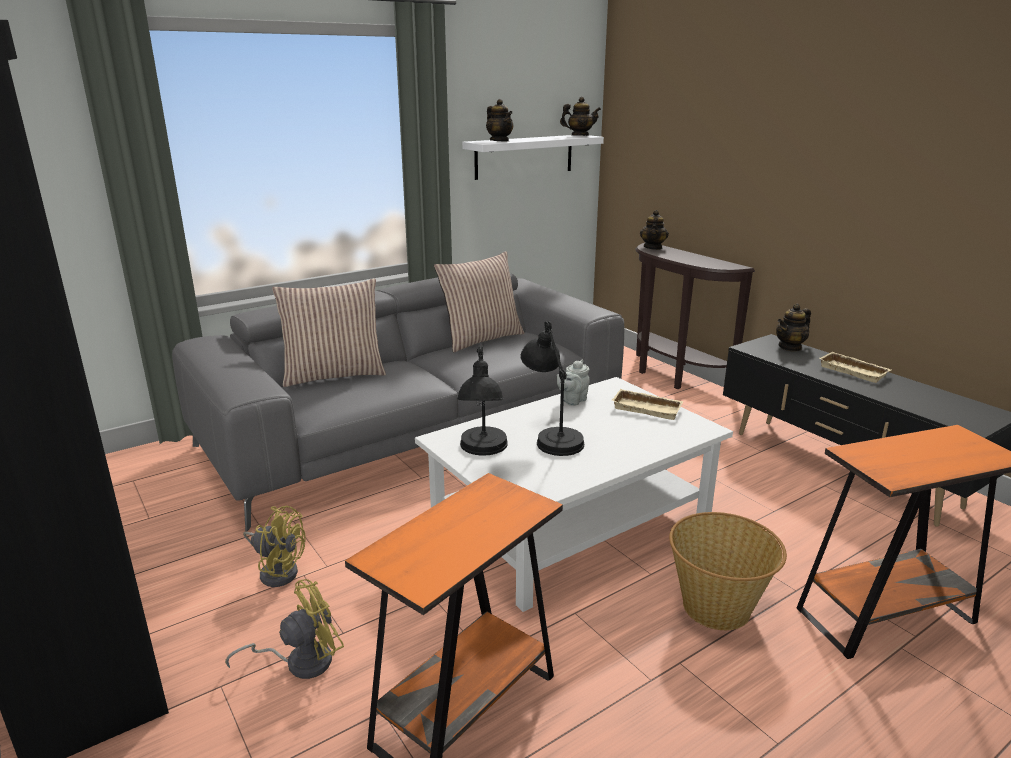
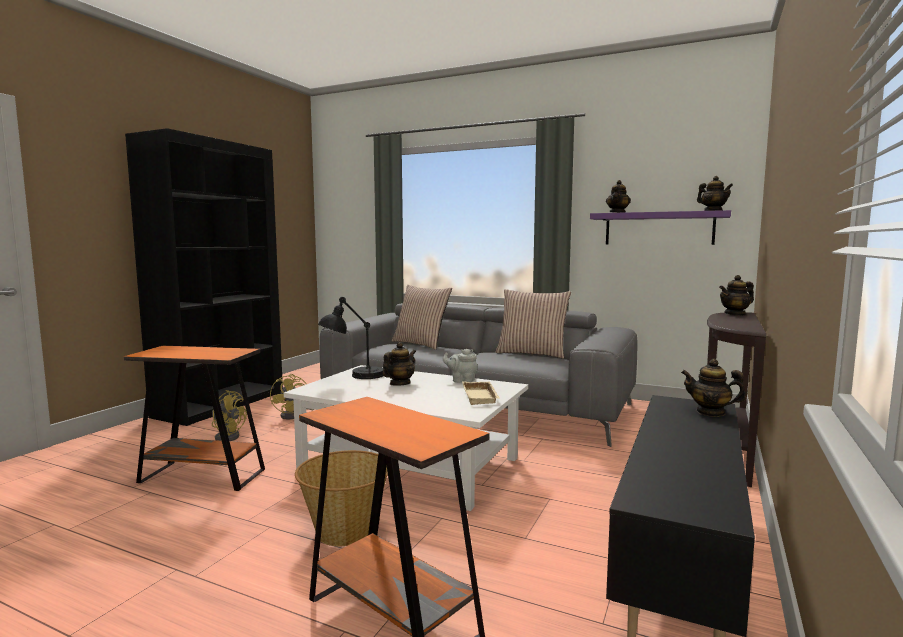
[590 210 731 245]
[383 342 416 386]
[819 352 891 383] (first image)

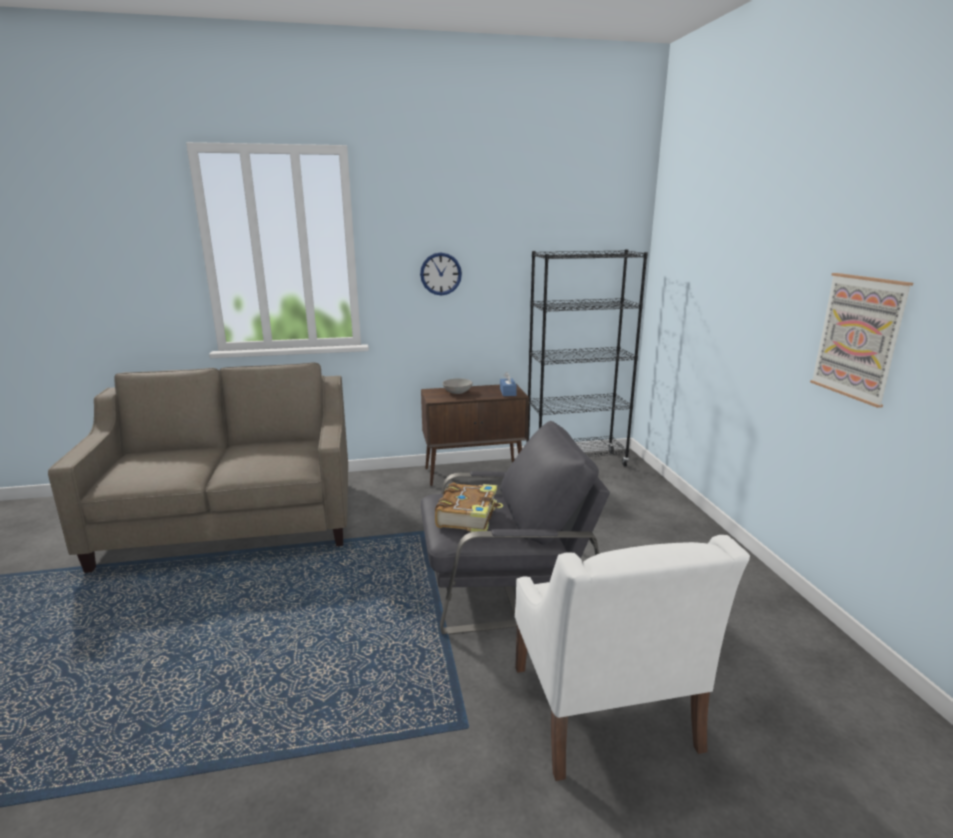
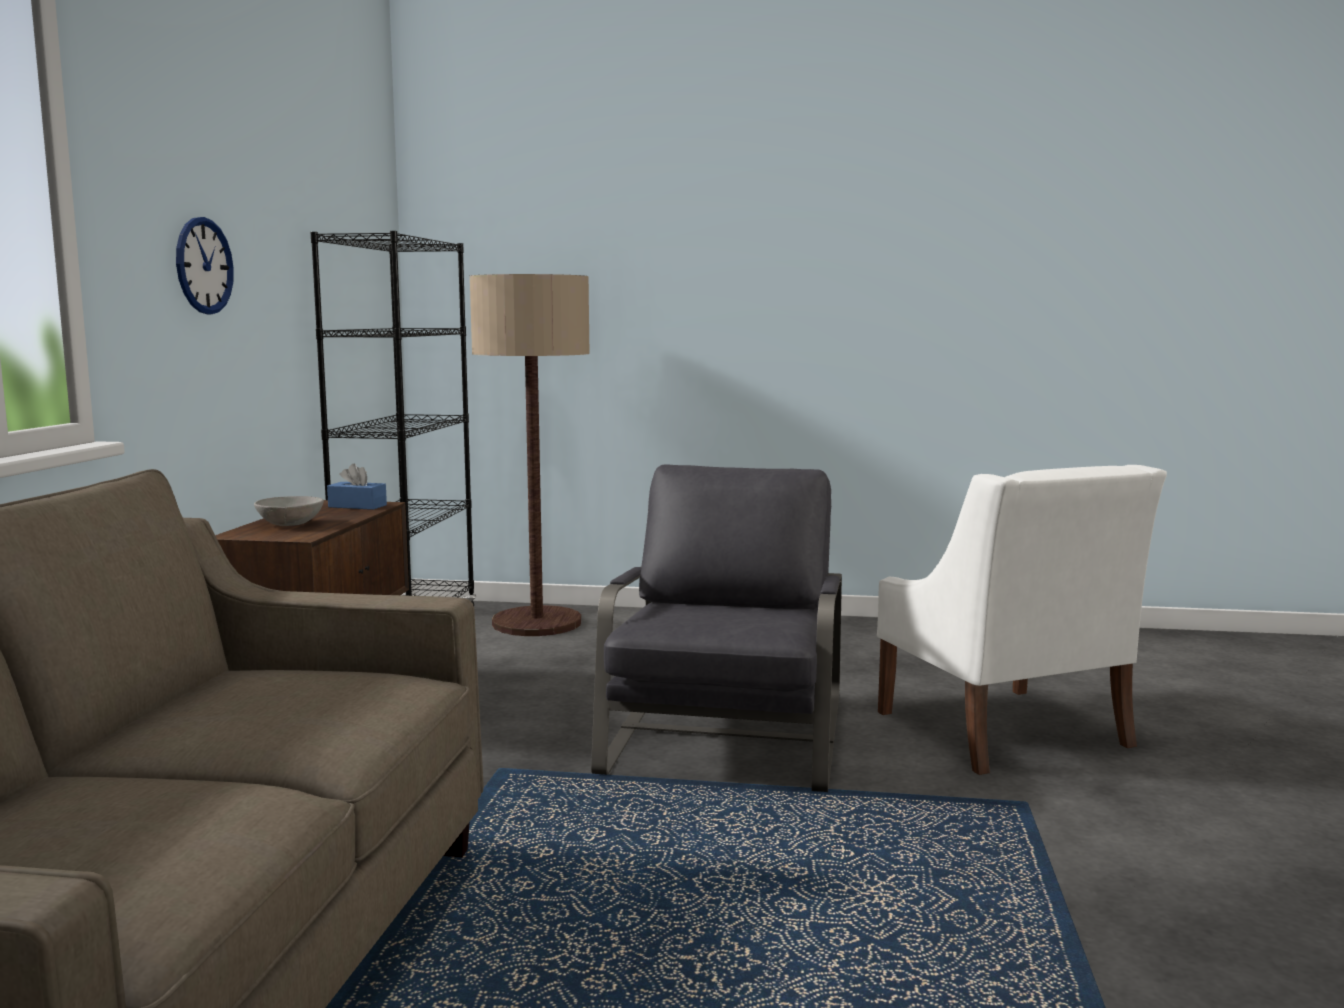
[435 482 503 532] (first image)
[877 465 1167 775]
[810 273 913 408] (first image)
[470 274 590 636]

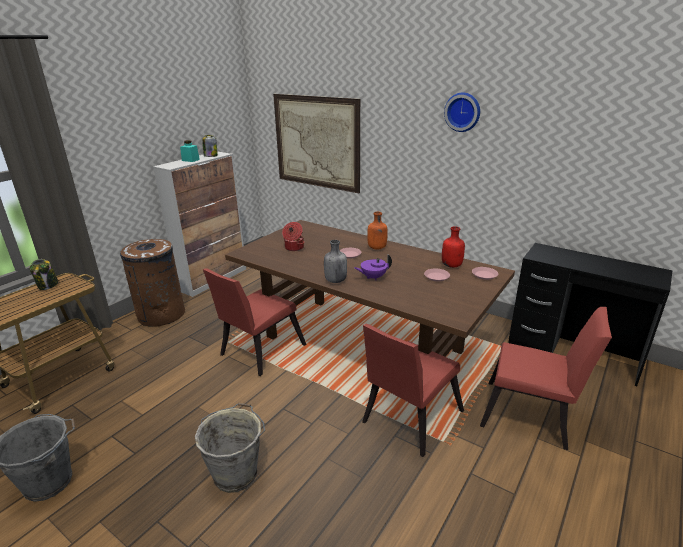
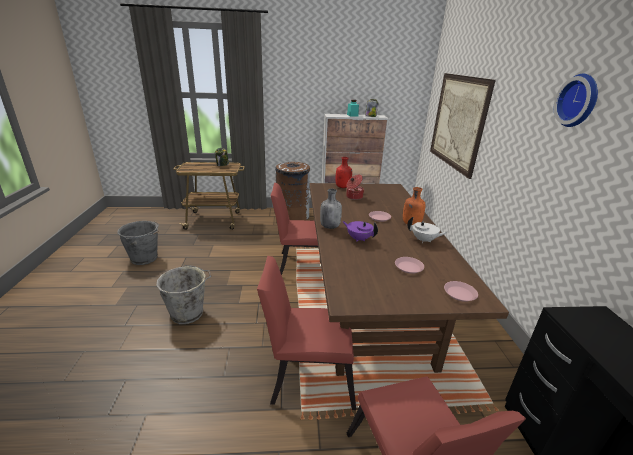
[336 157 352 188]
[407 217 448 244]

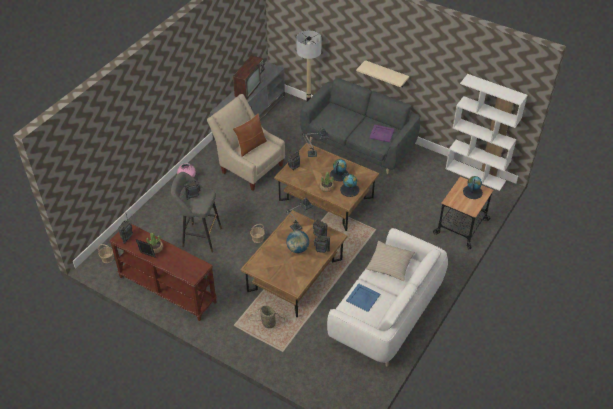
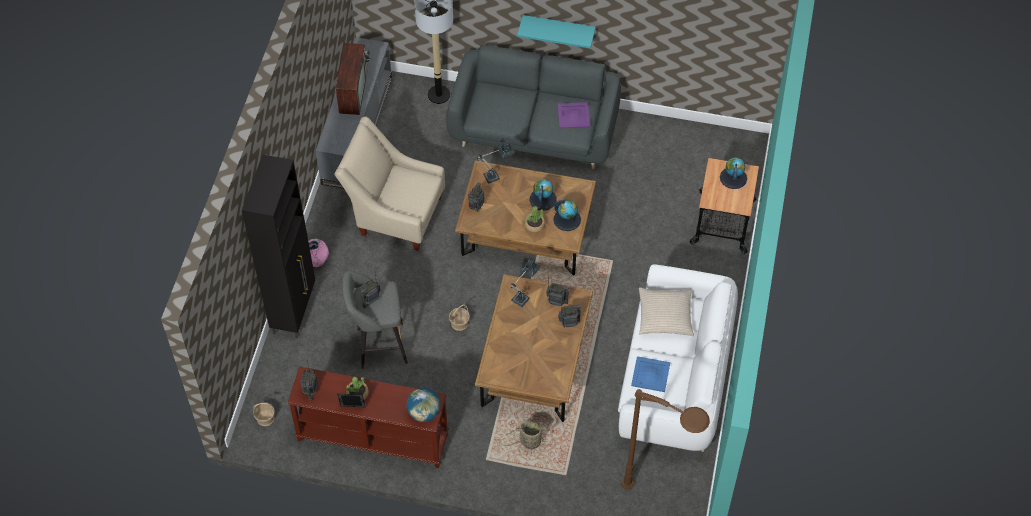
[233 113 267 157] (first image)
[407 388 440 422]
[517 15 596 49]
[446 74 528 191] (first image)
[242 155 315 339]
[621 389 710 489]

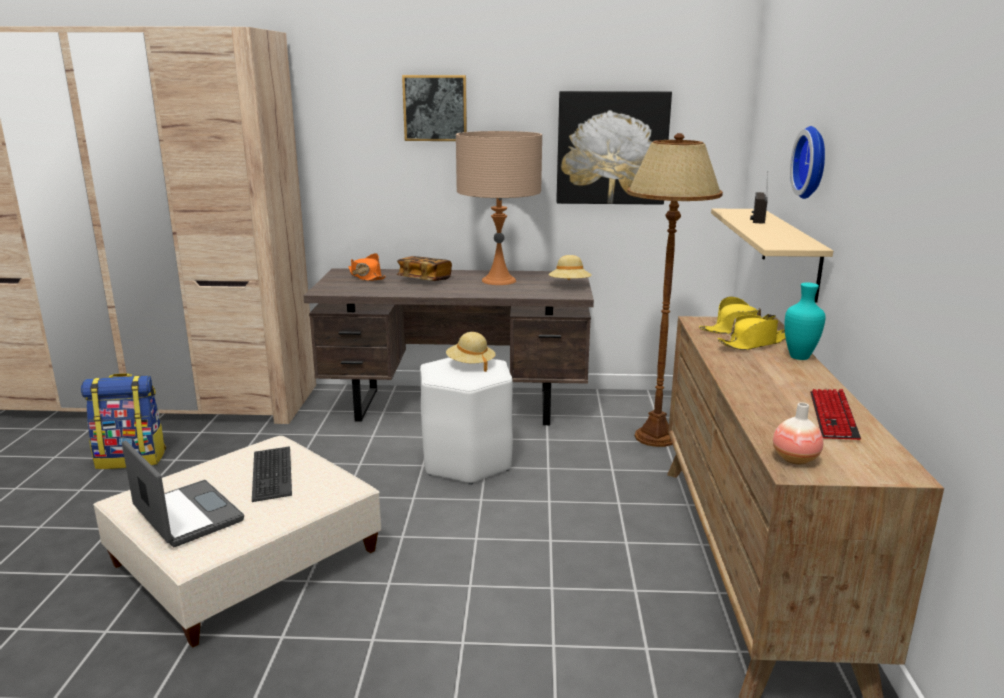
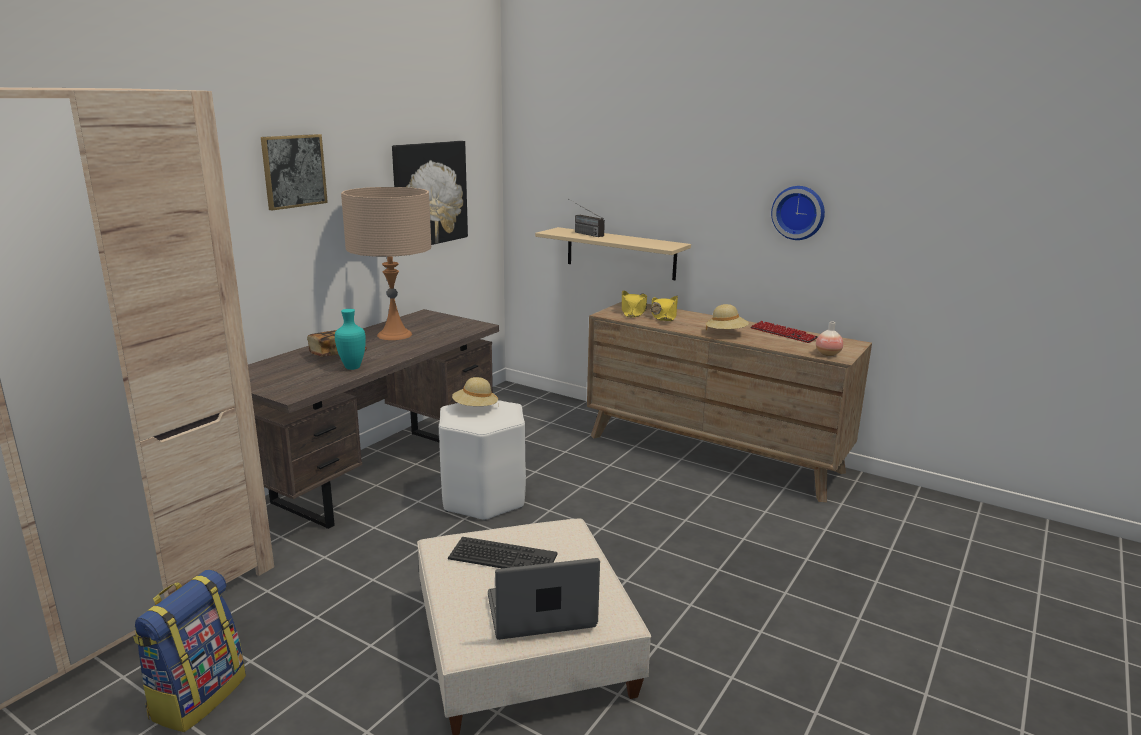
[348 253 386 281] (first image)
[706 304 749 330]
[627 133 723 447] (first image)
[335 309 366 370]
[771 186 825 240]

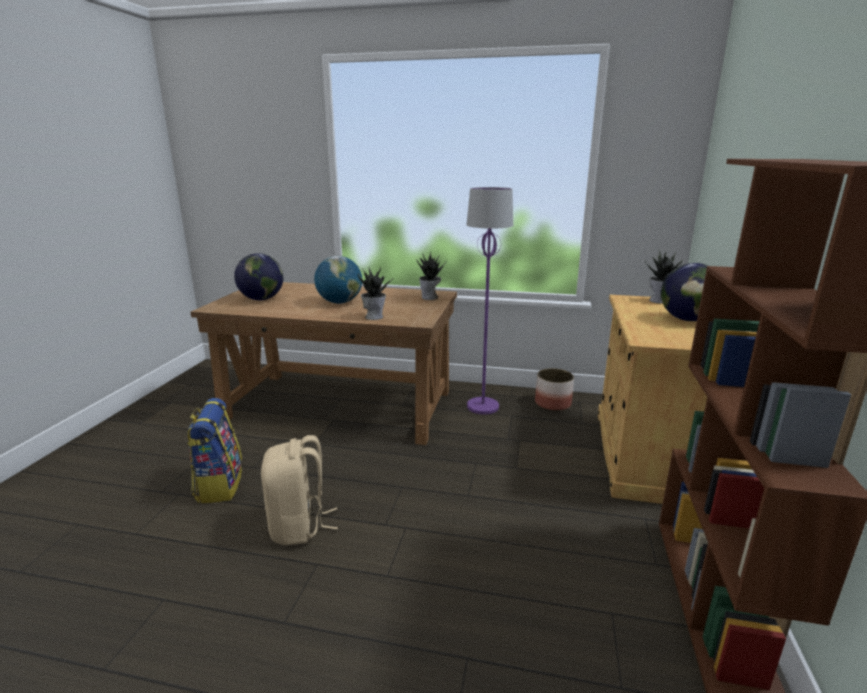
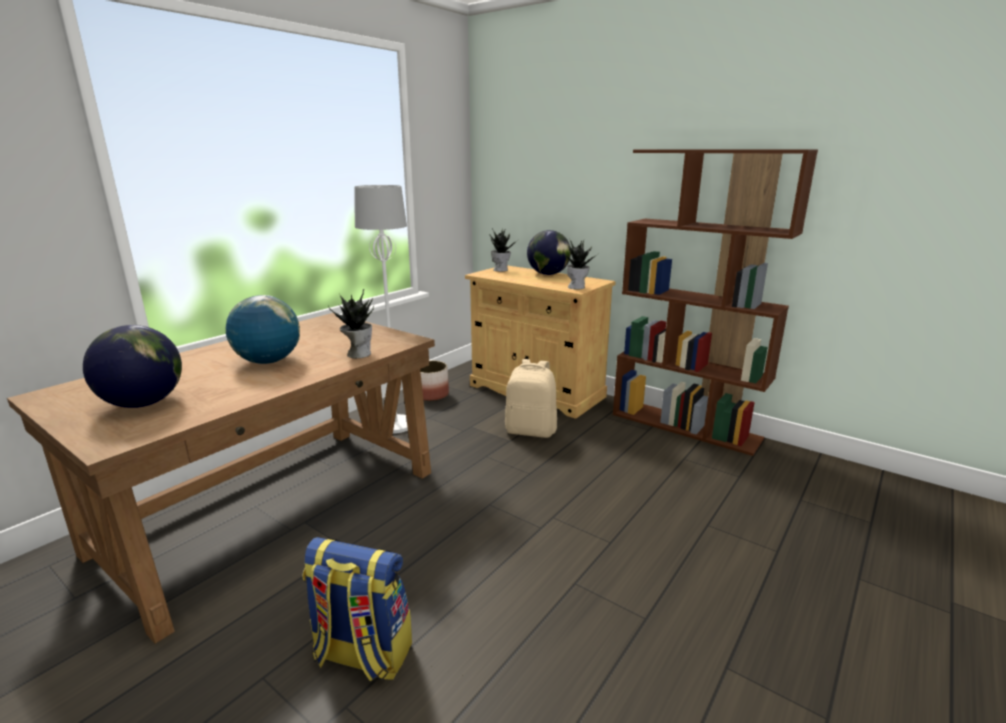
[505 359 557 438]
[563 240 598 289]
[354 185 408 434]

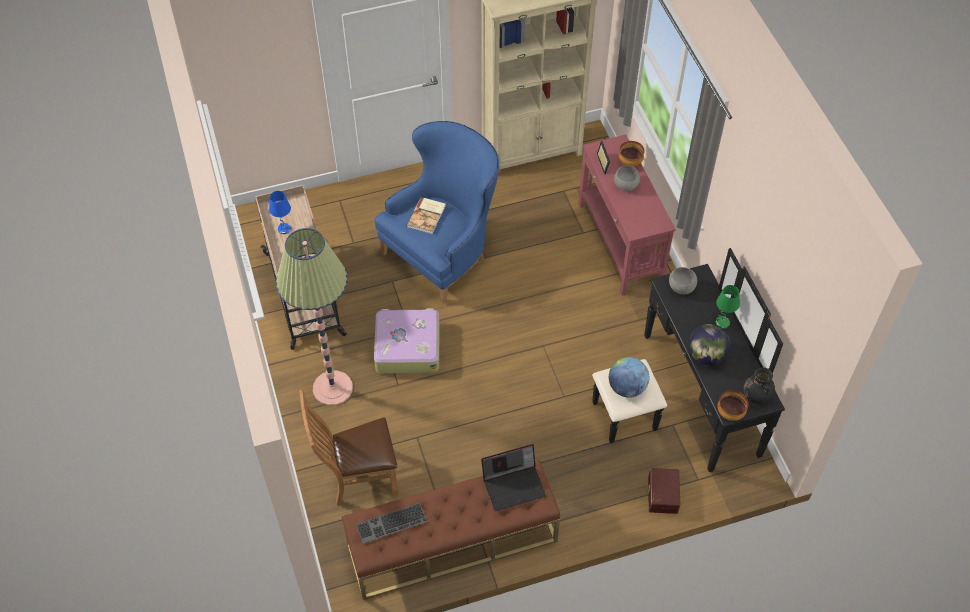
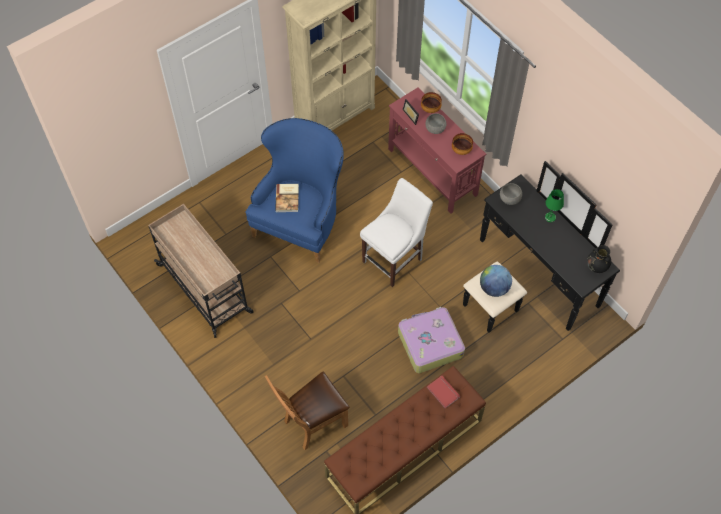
[269 191 291 234] (first image)
[276 228 353 406] (first image)
[356 503 427 544] (first image)
[398 307 465 373]
[427 376 460 408]
[646 468 680 514] (first image)
[689 324 731 365] (first image)
[452 133 473 155]
[360 178 433 287]

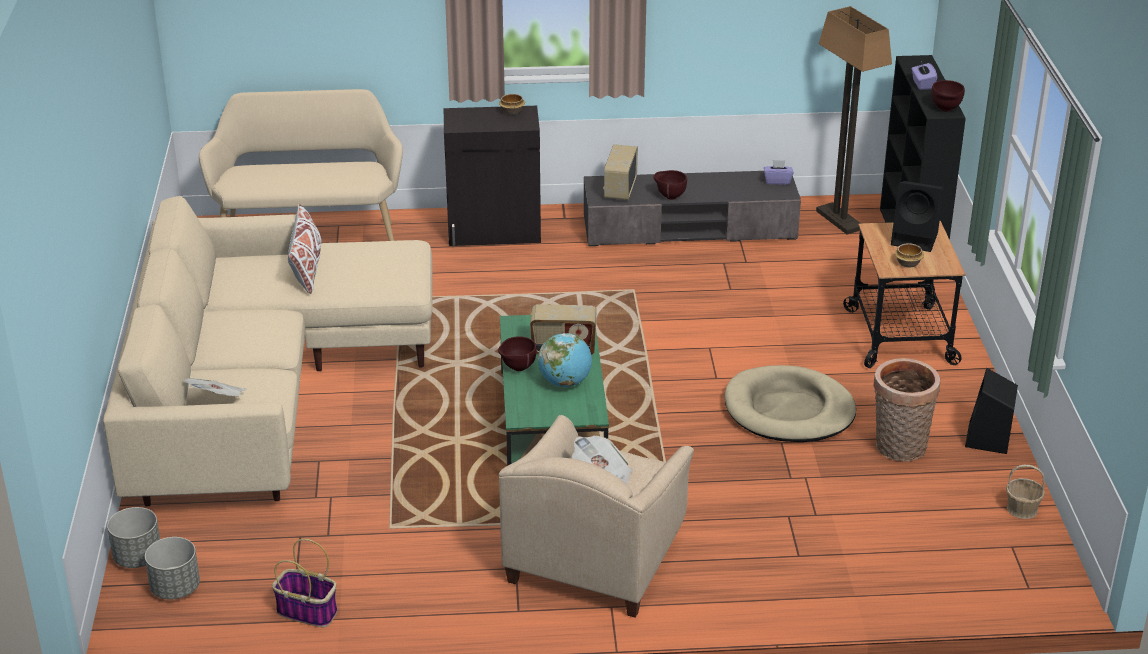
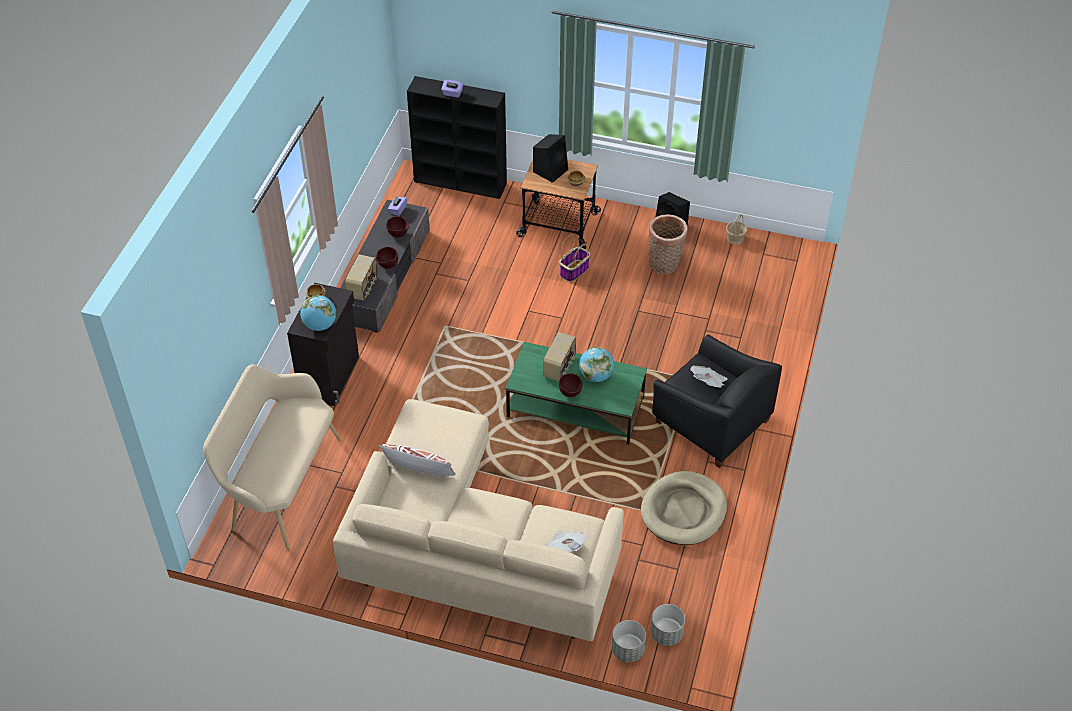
[559 235 590 282]
[652 334 782 468]
[345 254 377 301]
[641 471 727 545]
[816 6 892 235] (first image)
[386 216 409 238]
[300 295 337 331]

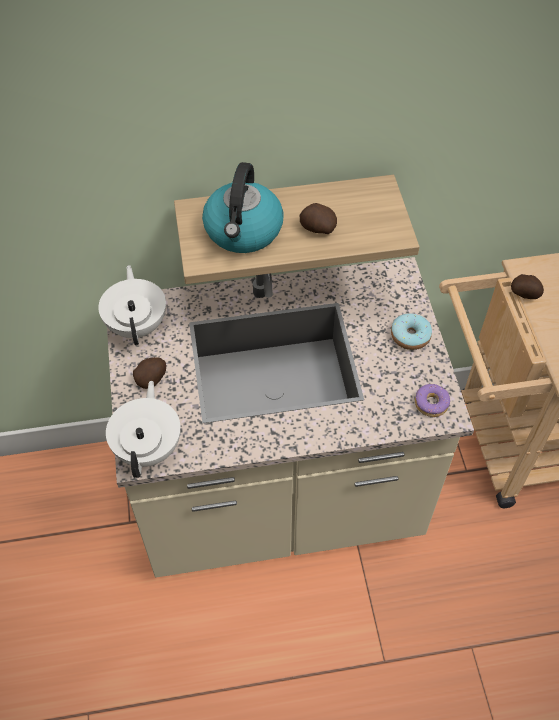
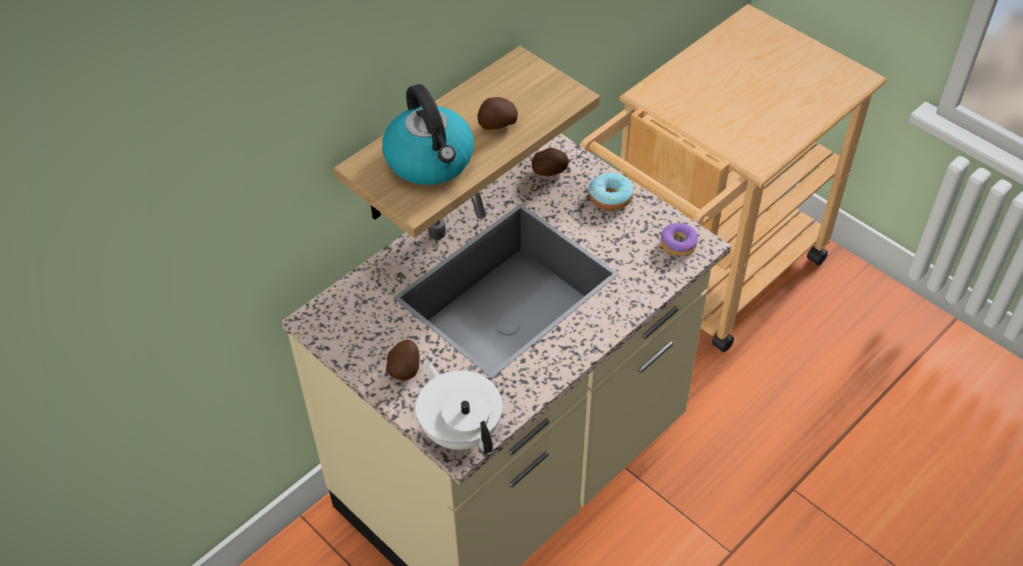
[98 265 166 345] (first image)
[532 148 569 176]

